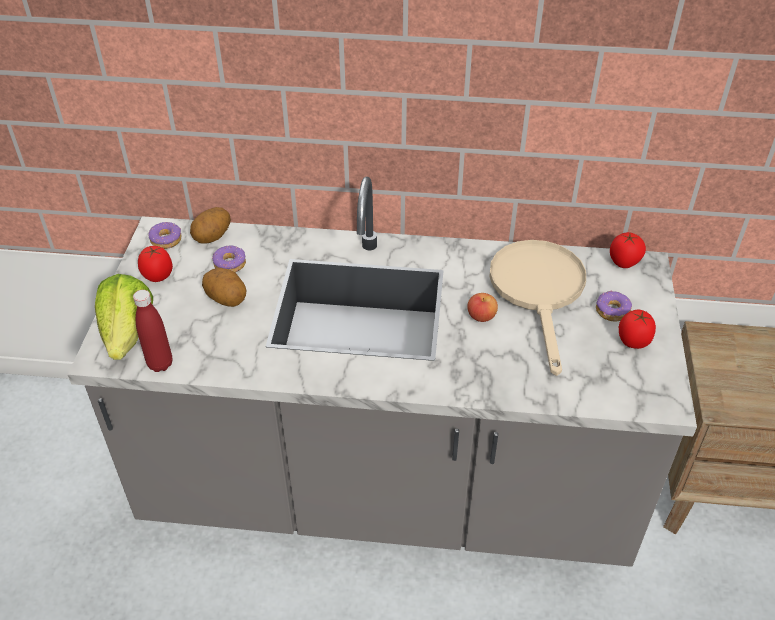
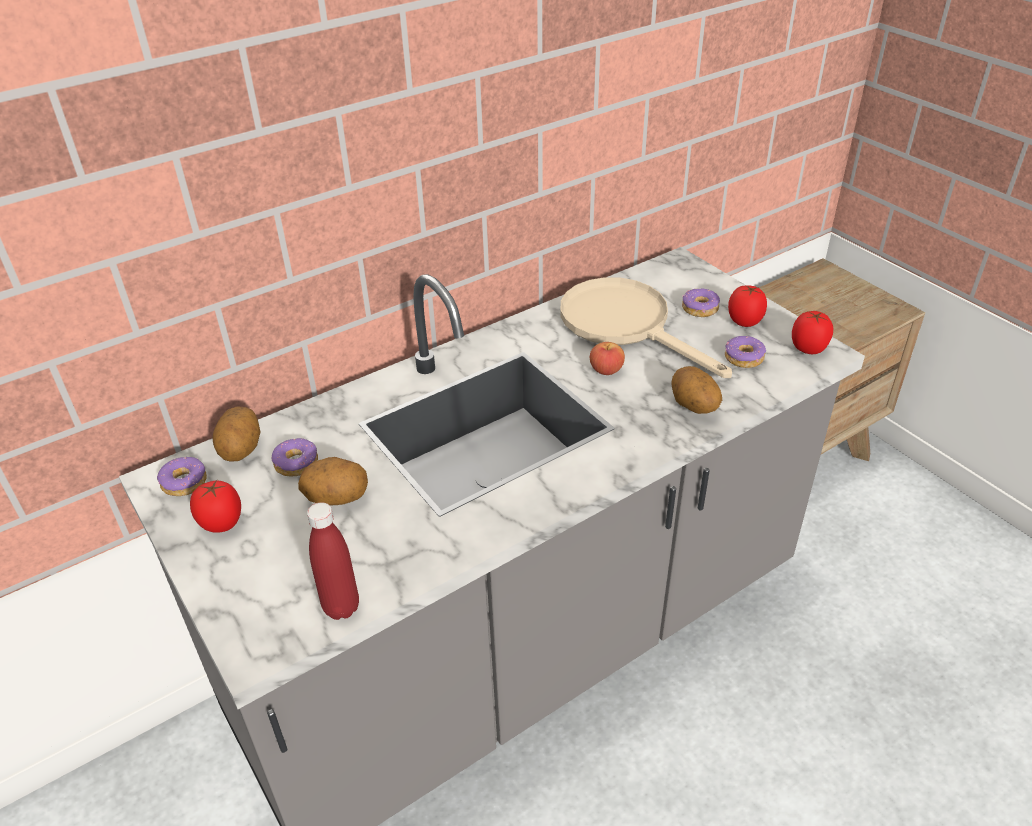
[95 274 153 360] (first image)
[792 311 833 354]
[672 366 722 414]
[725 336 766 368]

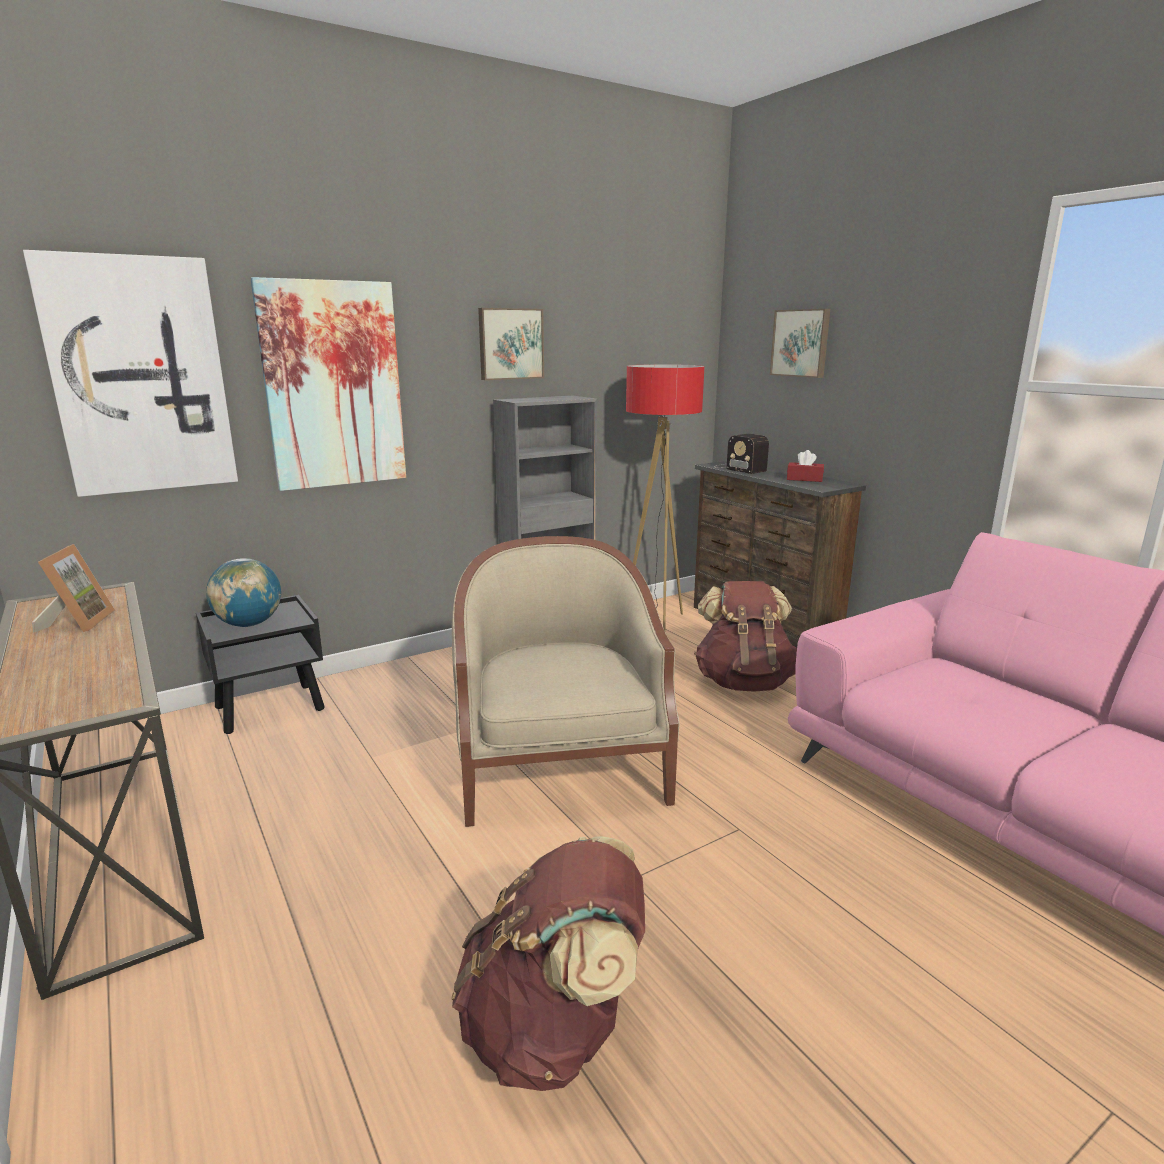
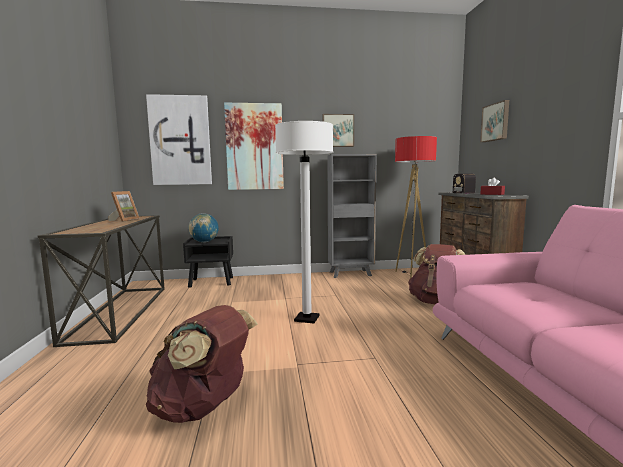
[275 121 333 324]

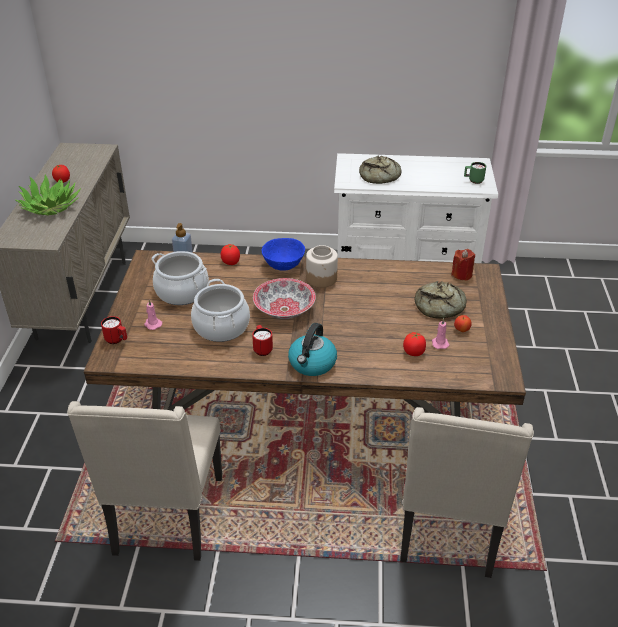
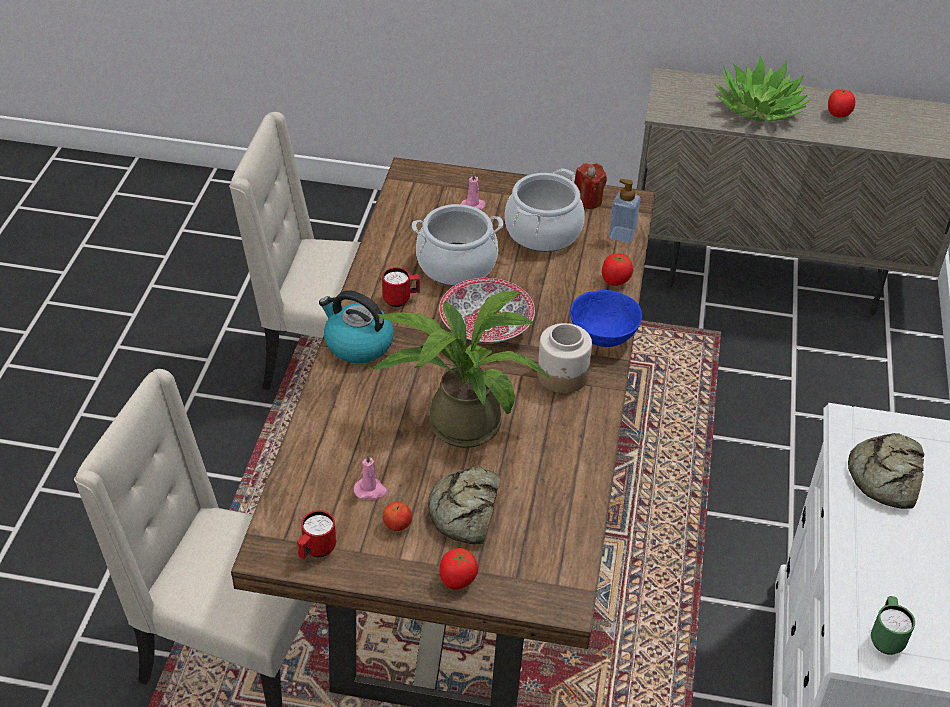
[297 510 336 559]
[440 548 478 590]
[575 163 607 209]
[371 291 554 448]

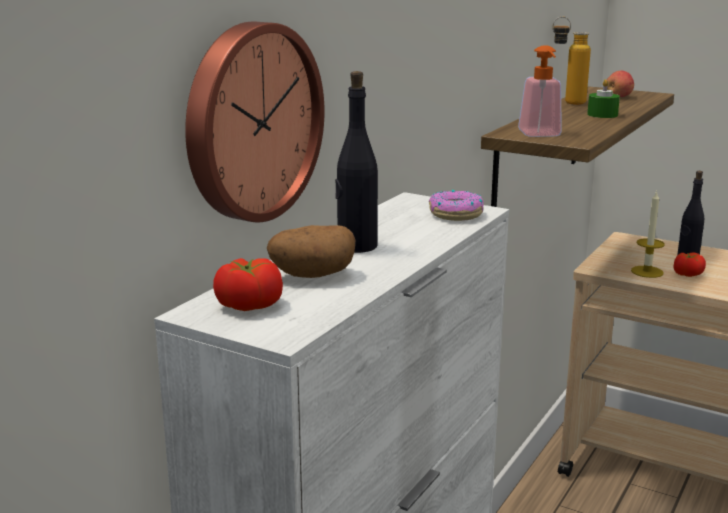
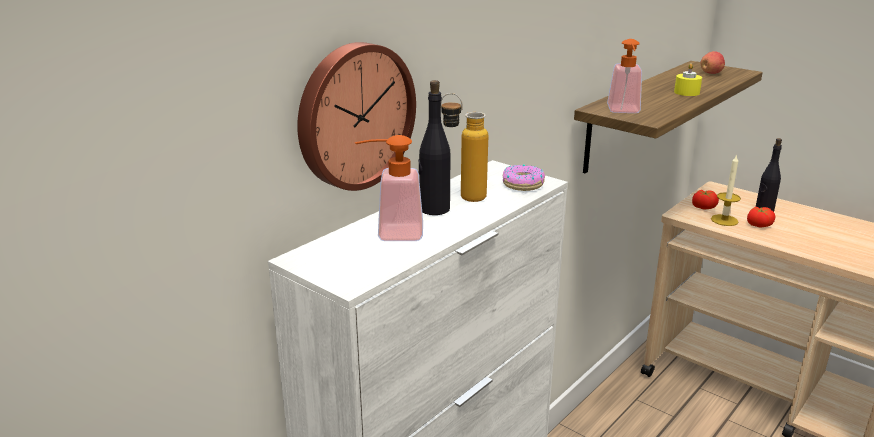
[692 190 719 210]
[355 135 423 241]
[441 93 488 202]
[674 63 702 96]

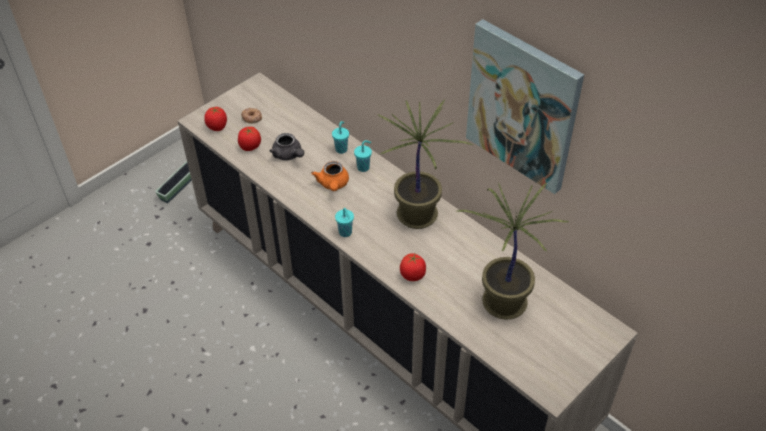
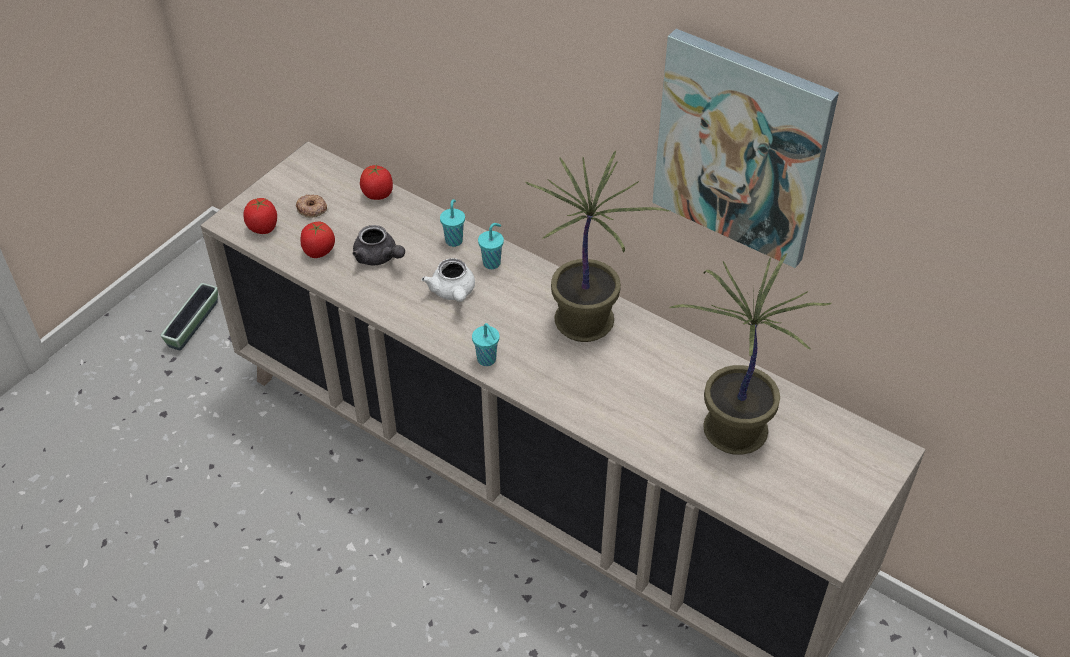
[422 258 475 302]
[360 164 393 200]

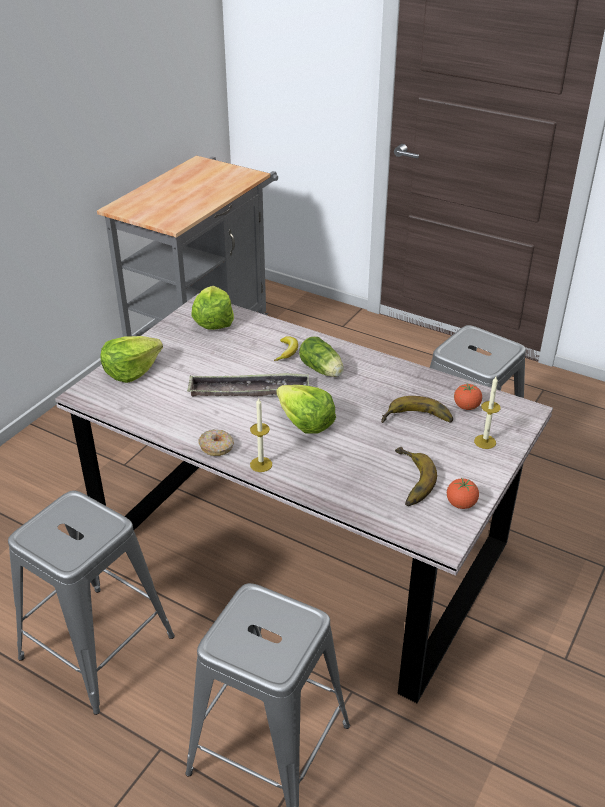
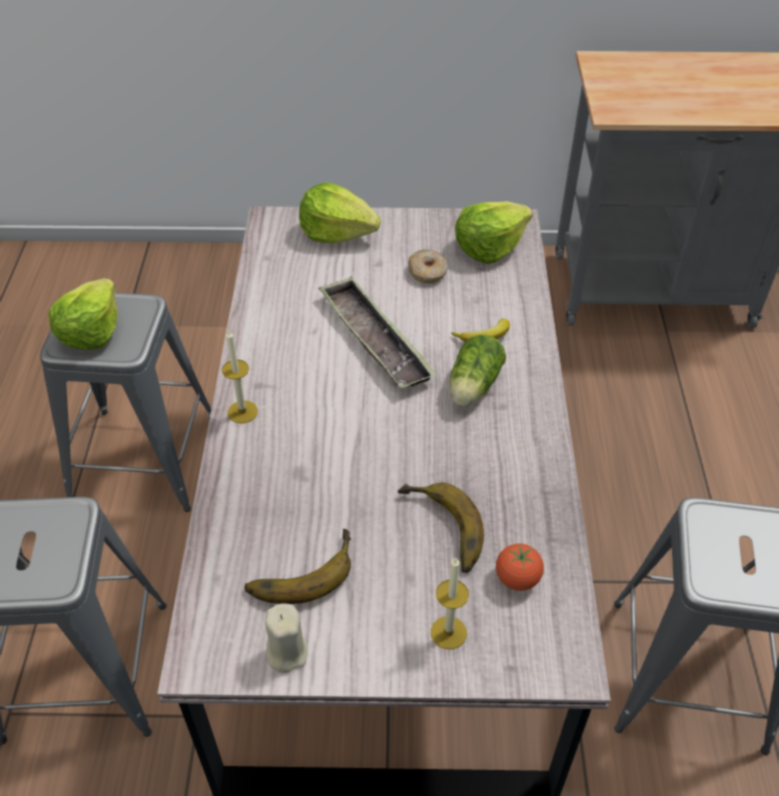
[408 249 448 284]
[48 278 118 350]
[265 603 308 673]

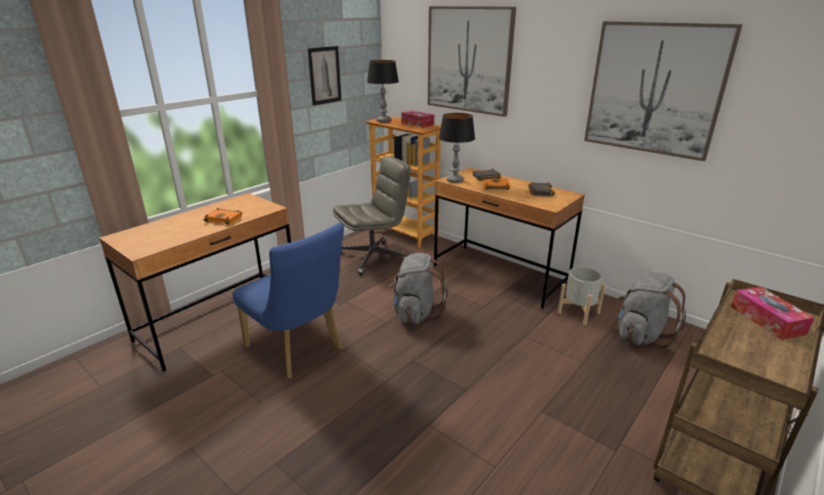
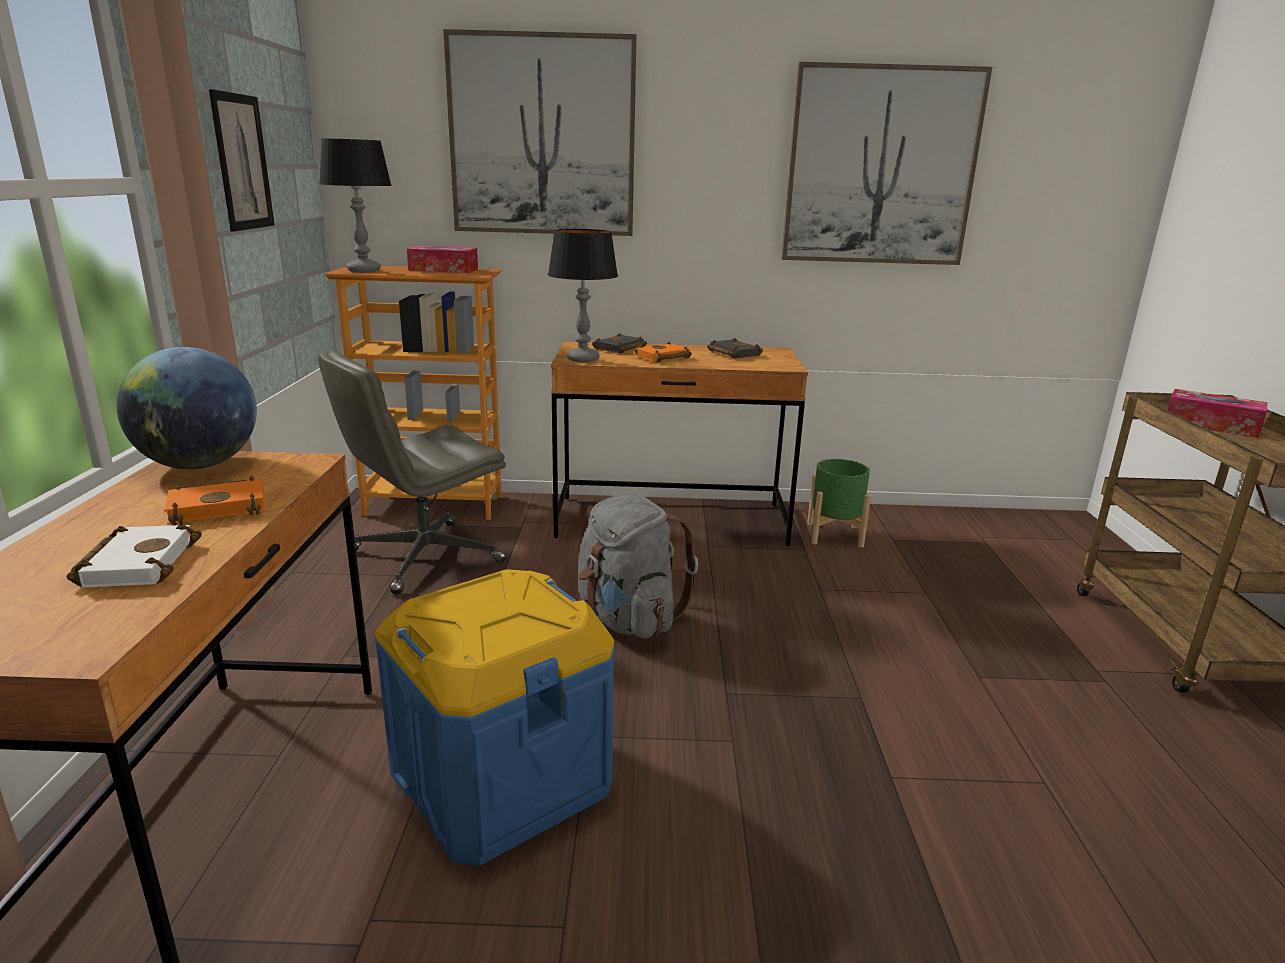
[375 569 615 866]
[318 351 506 595]
[807 459 871 548]
[618 272 686 349] (first image)
[67 524 202 588]
[117 347 257 469]

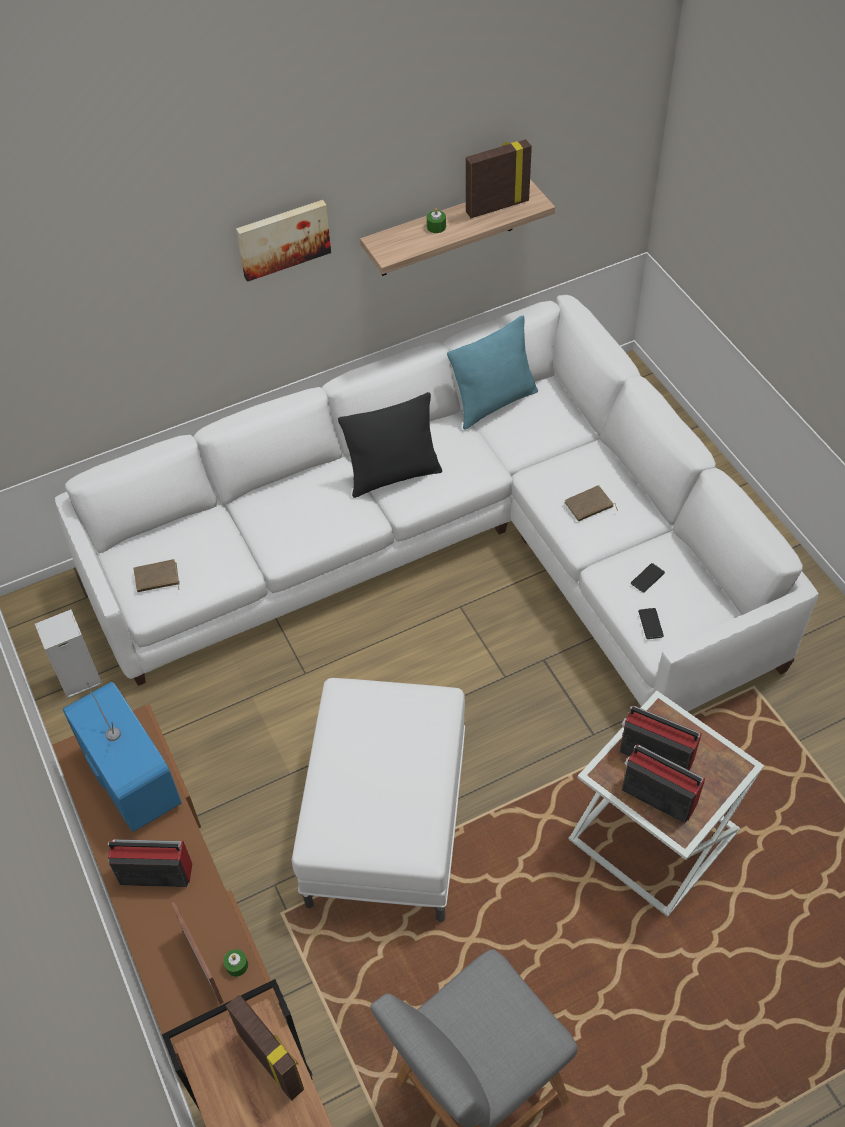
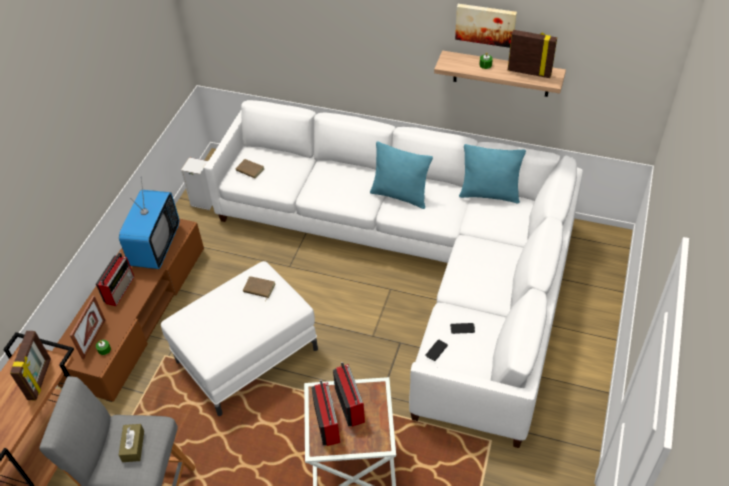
[96 252 134 306]
[455 4 517 48]
[370 141 433 209]
[243 276 276 301]
[119 424 144 462]

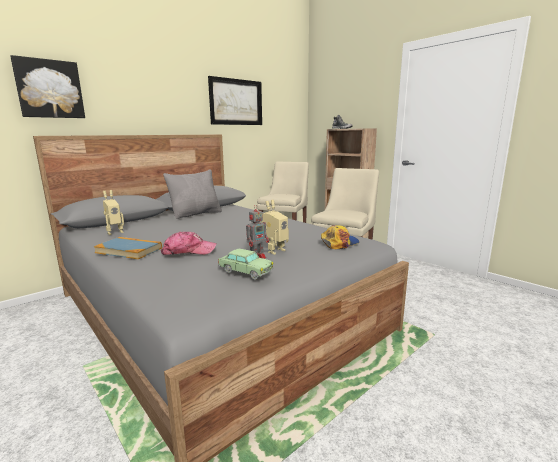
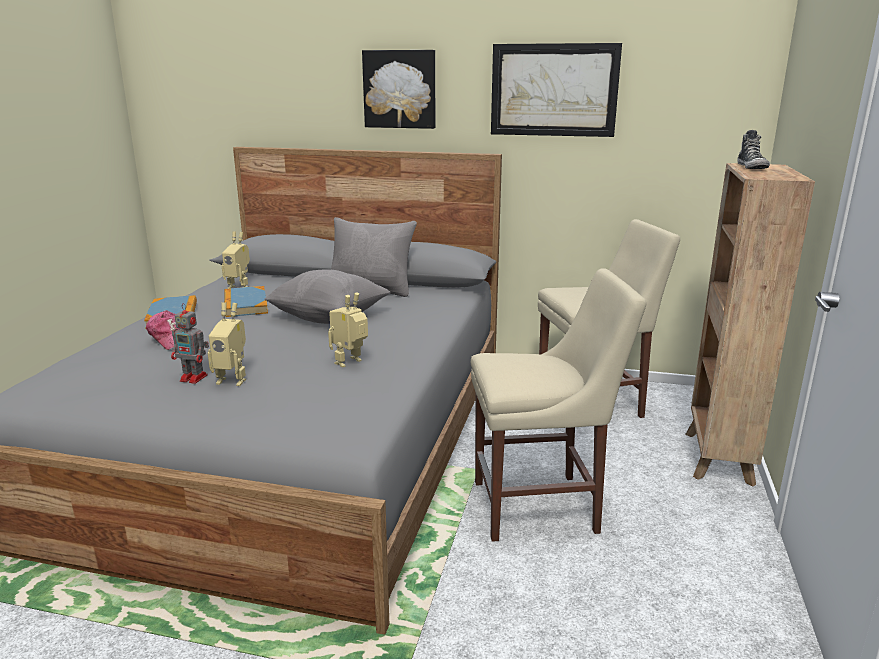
[362 50 435 129]
[218 249 274 279] (first image)
[321 225 359 249] (first image)
[224 286 268 317]
[264 269 391 324]
[328 292 368 367]

